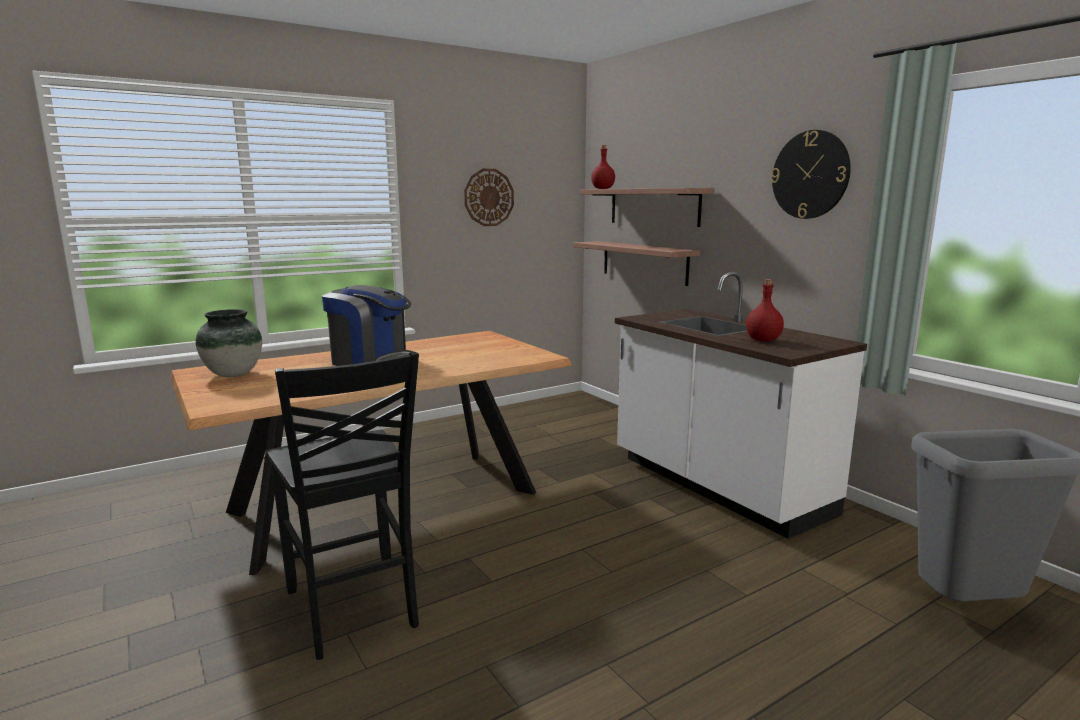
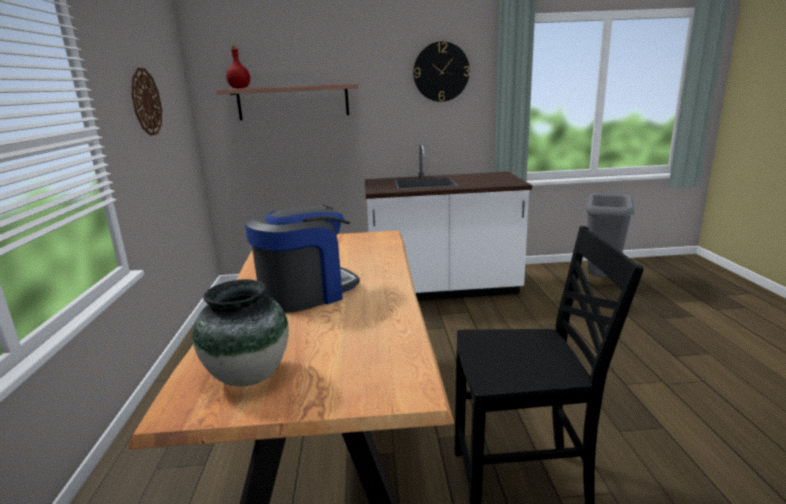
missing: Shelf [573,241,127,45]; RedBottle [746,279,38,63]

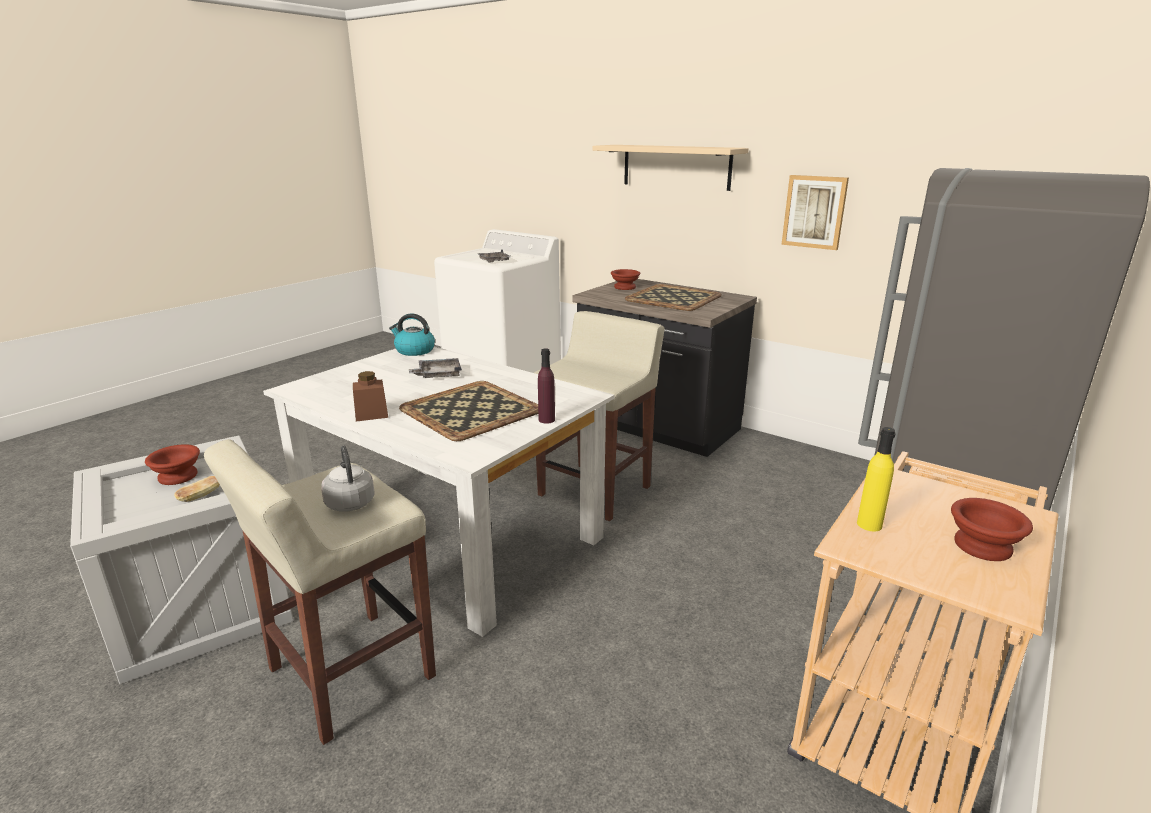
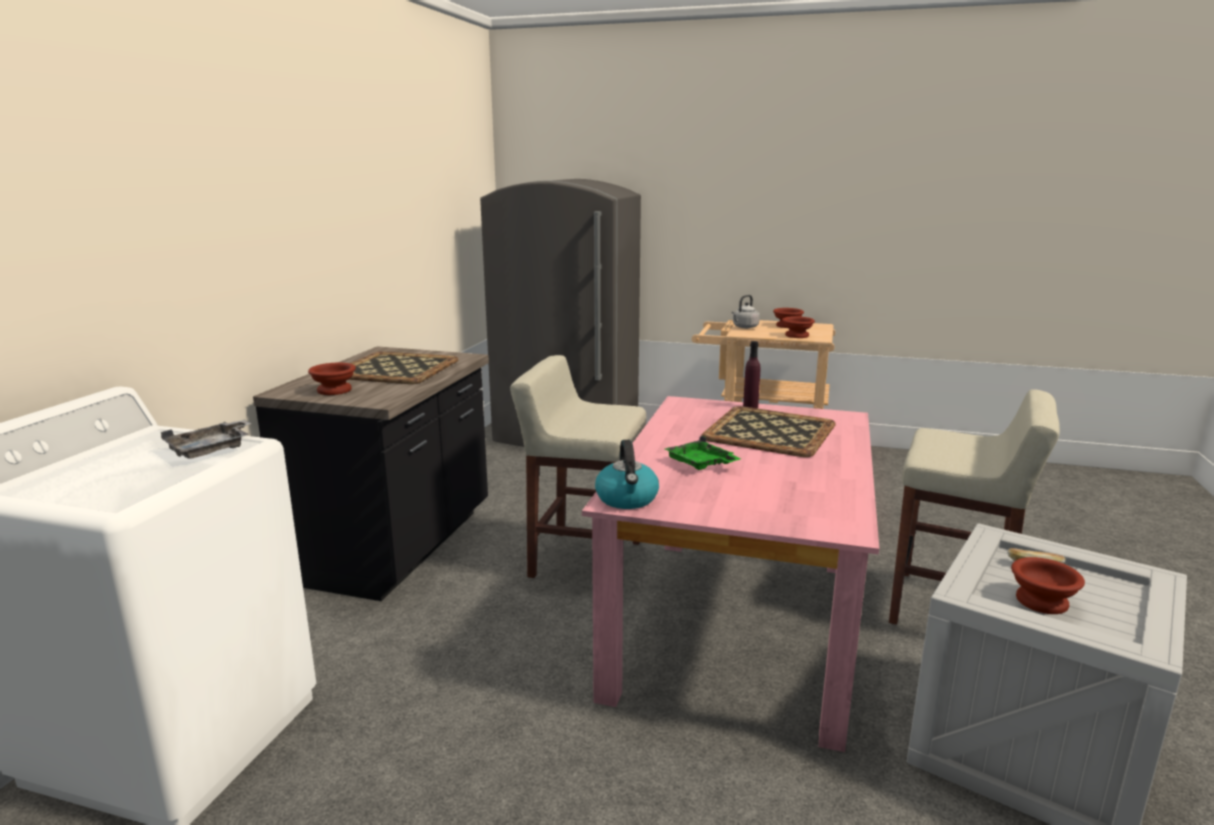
missing: BeigeShelf [593,145,156,46]; Picture [781,175,68,75]; BrownJar [353,371,35,51]
relocated: GreyKettle [321,445,53,67] to [732,295,28,33]
exchanged: YellowBottle [857,427,39,104] to BrownBowl [782,316,33,22]
colour: WhiteDiningTable [263,347,351,290] to PinkDiningTable [582,396,297,356]; GreyTray [409,358,53,20] to GreenTray [665,436,76,34]

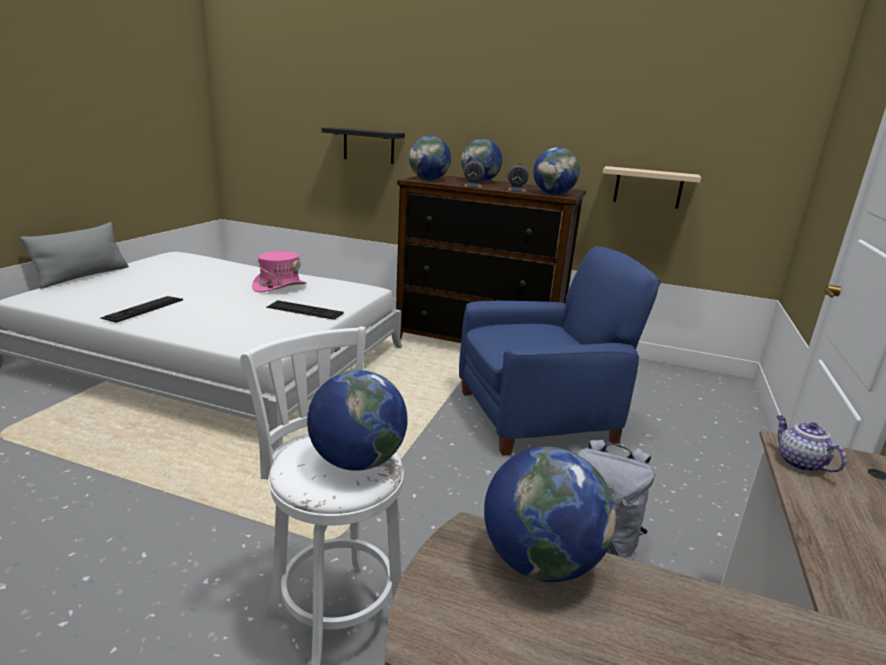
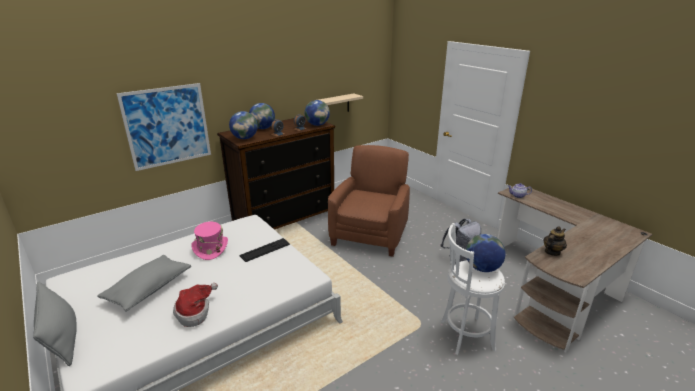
appeared: GreyPillow [97,255,94,57]
exchanged: BlackShelf [322,127,83,37] to Picture [117,83,94,88]; Keyboard [100,296,83,27] to Hat [173,283,45,44]; Globe [484,447,132,135] to Teapot [543,226,24,30]
colour: BlueArmchair [459,246,201,210] to BrownArmchair [328,145,82,112]

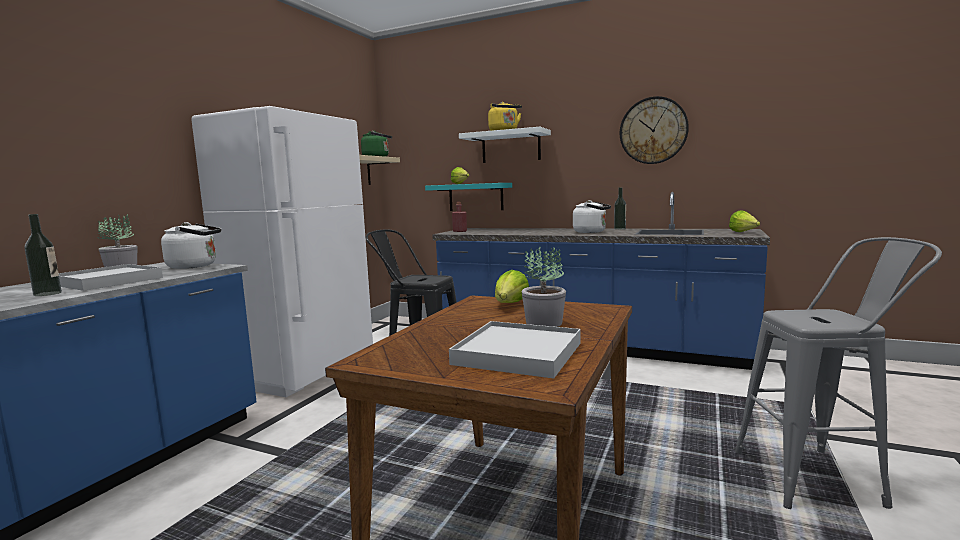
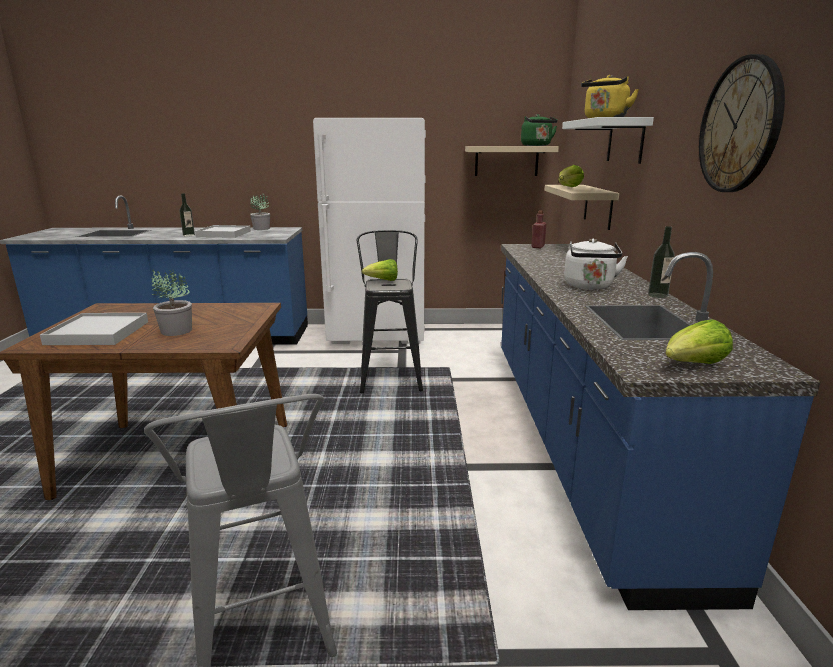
missing: WhiteKettle [161,222,60,47]
relocated: Lettuce [495,270,34,33] to [361,259,37,22]
colour: TurquoiseShelf [425,183,87,28] to BeigeShelf [544,185,75,45]

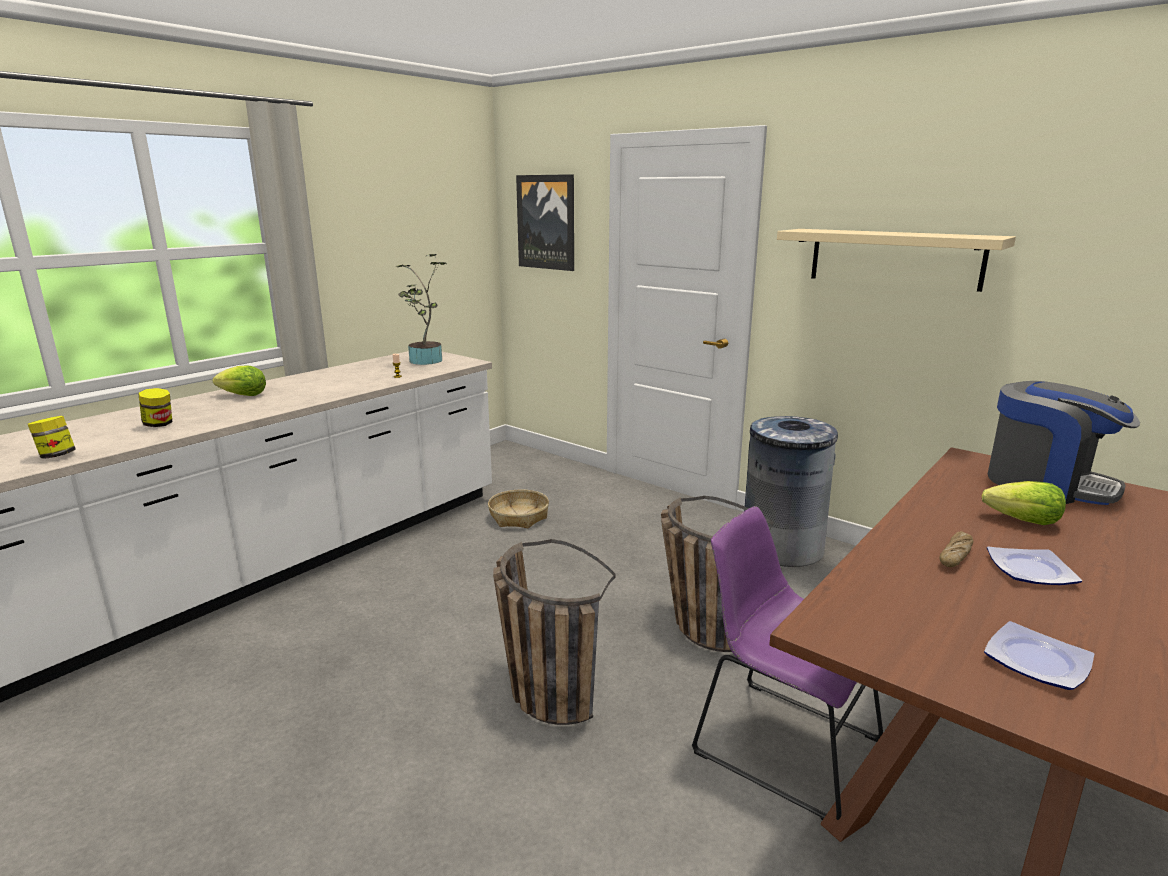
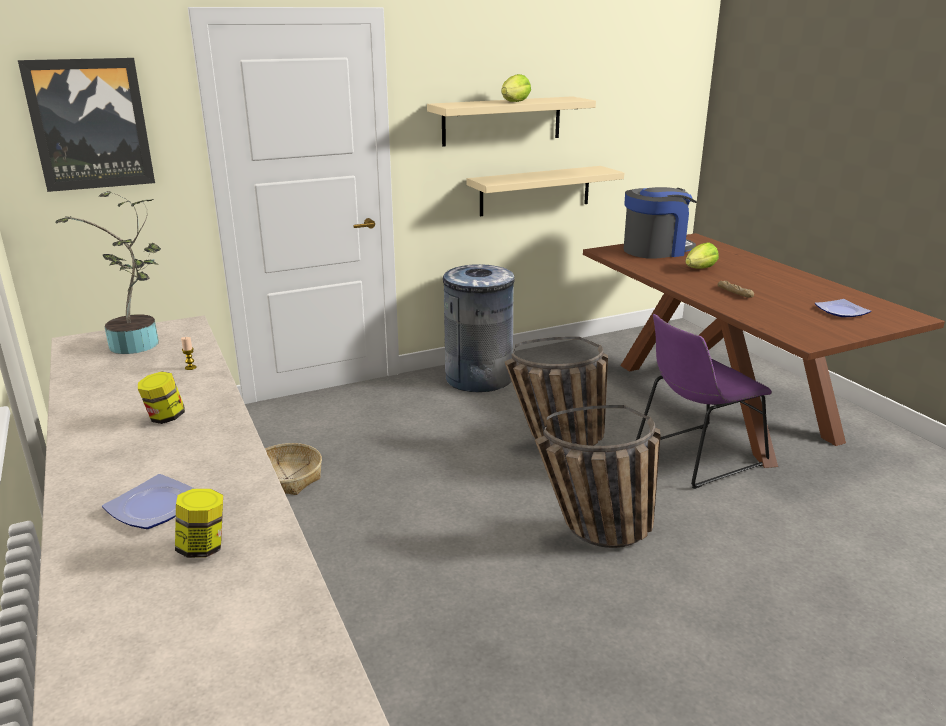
appeared: BeigeShelf [466,166,158,50]
relocated: Lettuce [212,365,54,31] to [501,74,30,28]; Jar [28,416,48,43] to [138,371,47,53]; Plate [987,547,95,38] to [102,474,93,55]

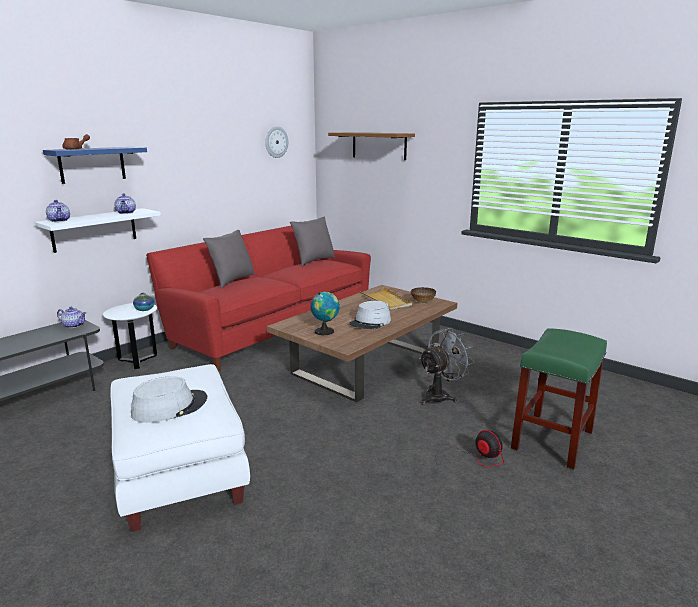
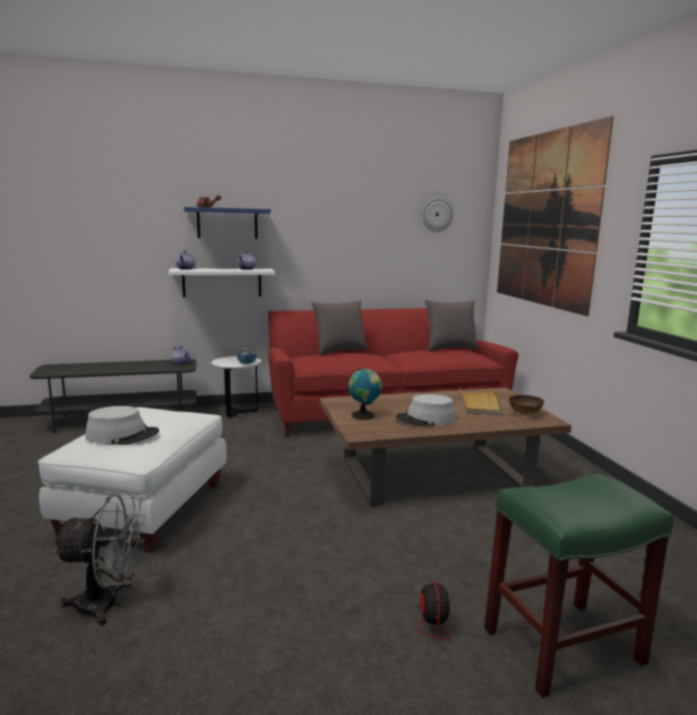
relocated: GreyFan [419,328,56,77] to [52,494,93,132]
exchanged: BrownShelf [328,132,87,28] to Picture [497,116,117,200]

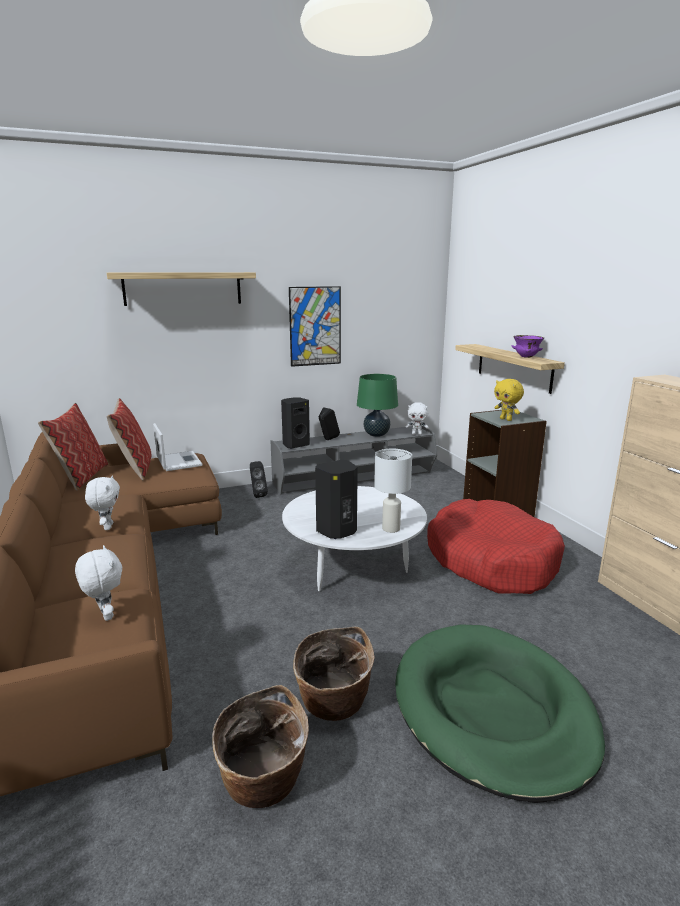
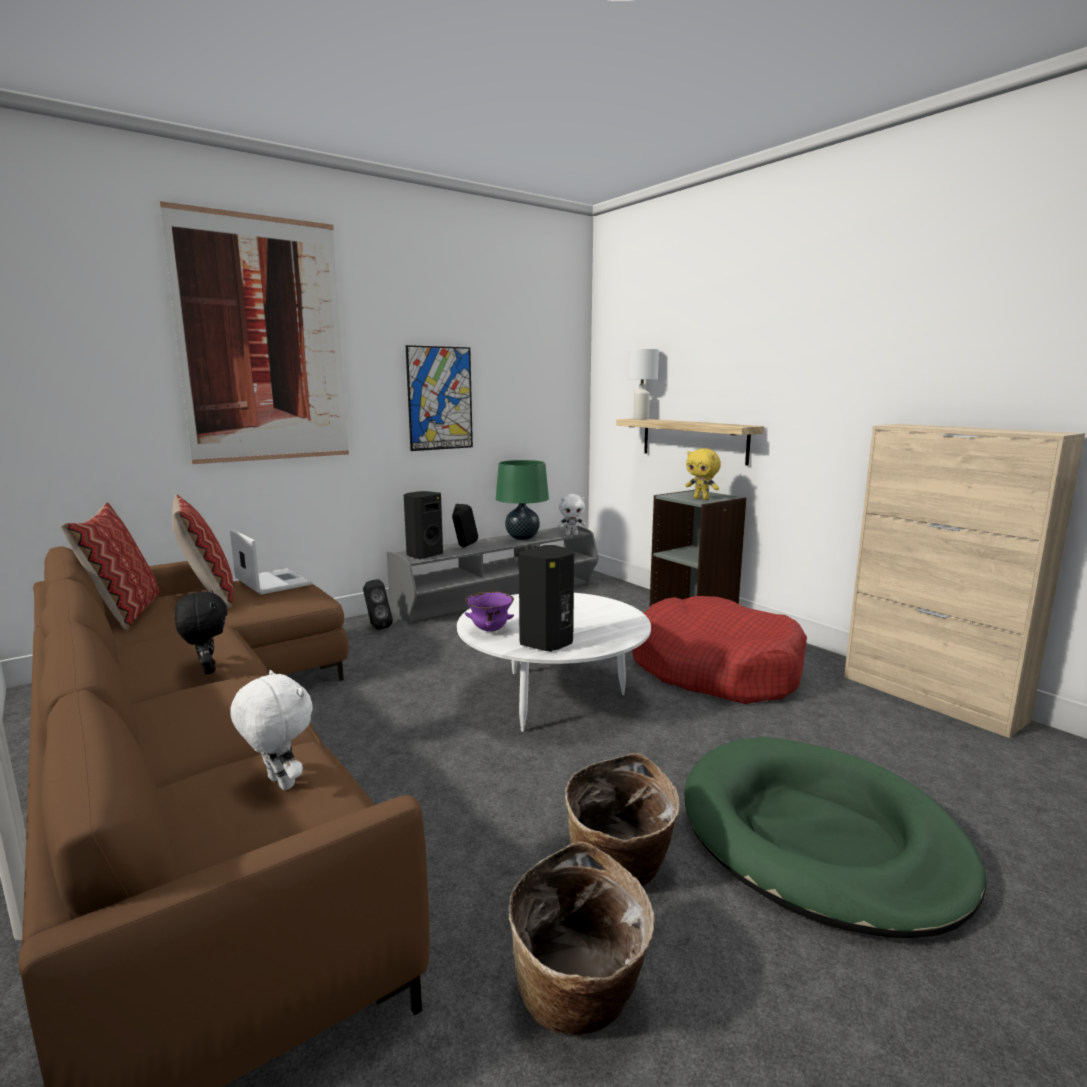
relocated: PurpleBowl [512,335,32,23] to [465,592,49,40]; WhiteTableLamp [374,449,38,84] to [627,349,32,71]
exchanged: Shelf [107,272,149,34] to Picture [160,201,189,263]
colour: WhitePlushToy [85,476,35,54] to BlackPlushToy [175,590,52,84]

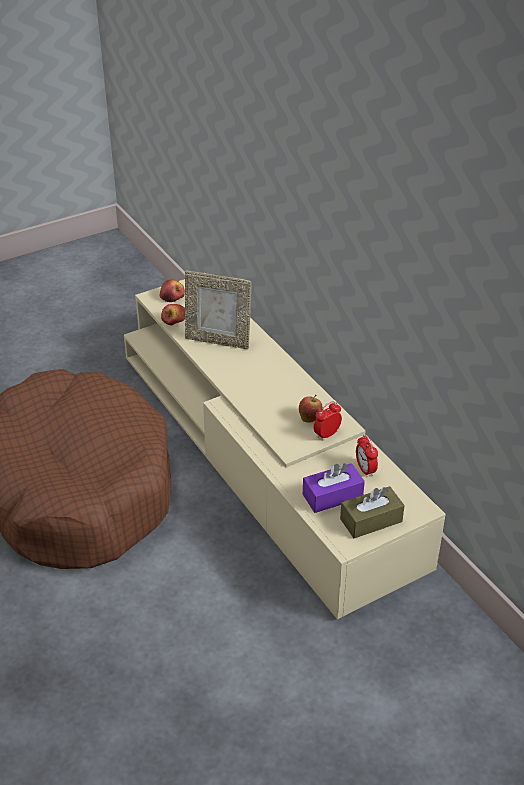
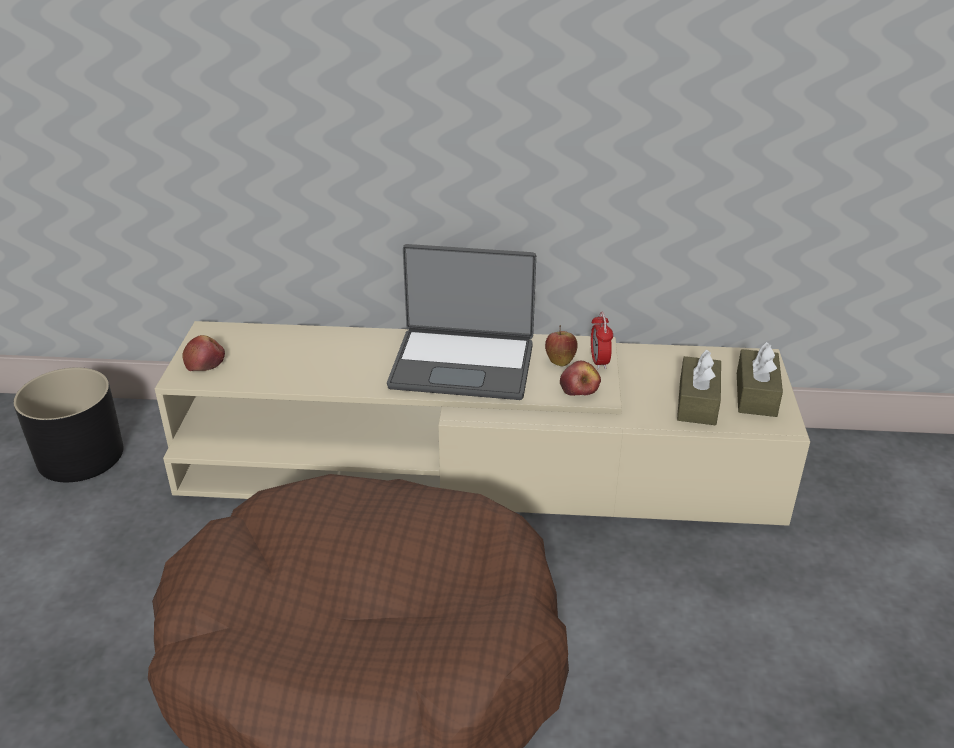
missing: PictureFrame [185,270,67,80]; AlarmClock [356,435,22,42]
appeared: Laptop [387,244,149,156]; BlackPlanter [13,367,110,115]
relocated: Apple [161,304,24,22] to [560,361,41,35]
colour: PurpleTissueBox [303,463,62,50] to BrownTissueBox [677,349,44,76]

